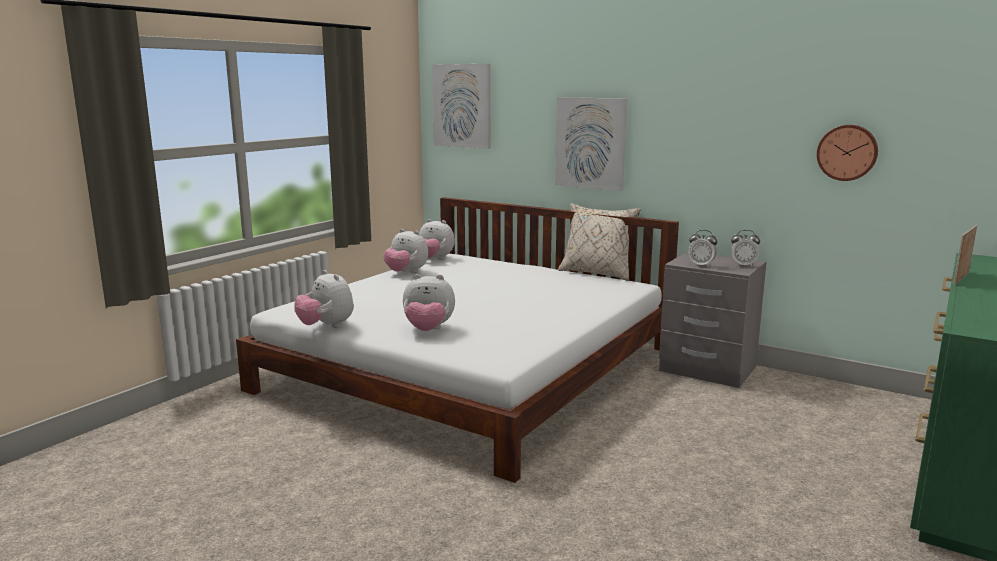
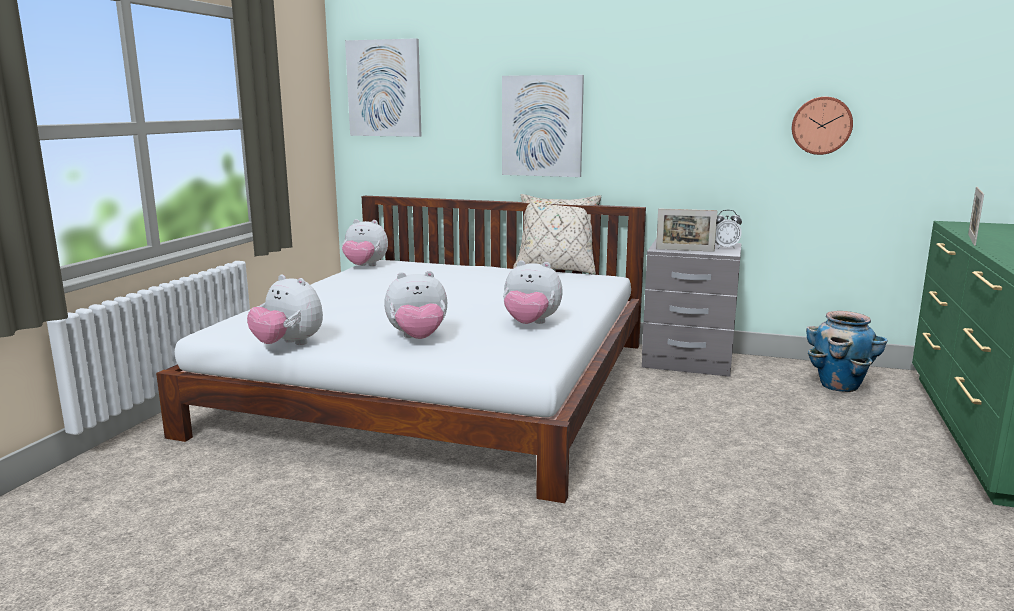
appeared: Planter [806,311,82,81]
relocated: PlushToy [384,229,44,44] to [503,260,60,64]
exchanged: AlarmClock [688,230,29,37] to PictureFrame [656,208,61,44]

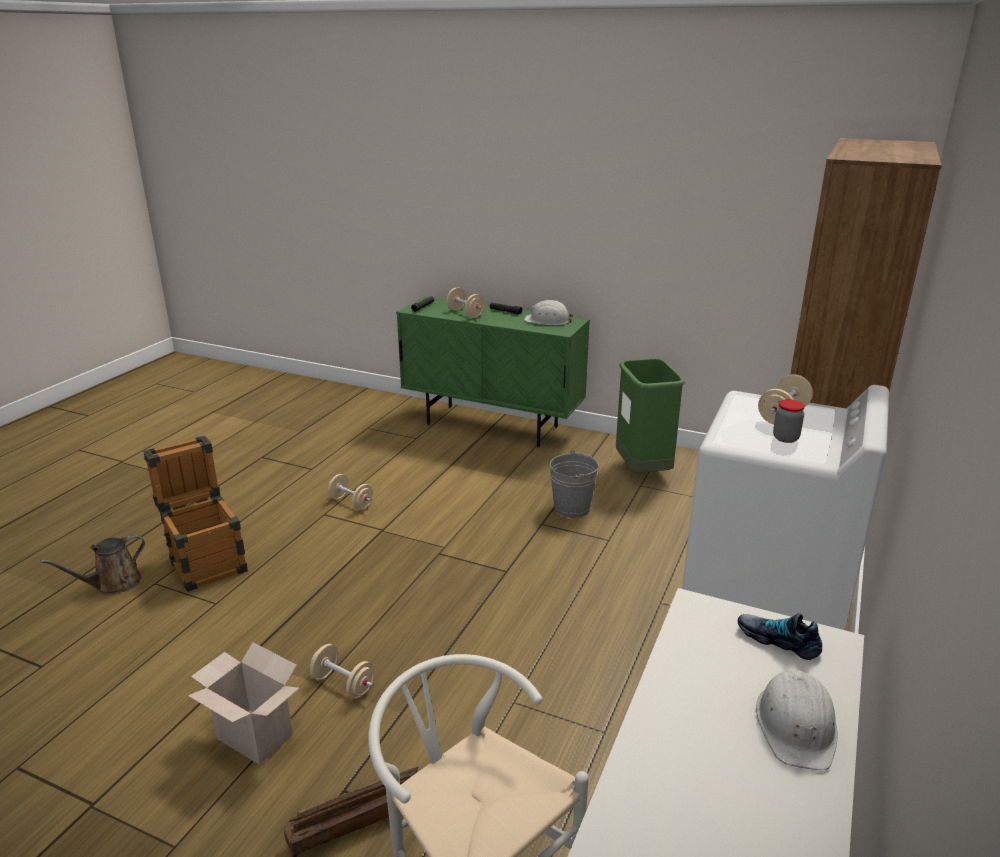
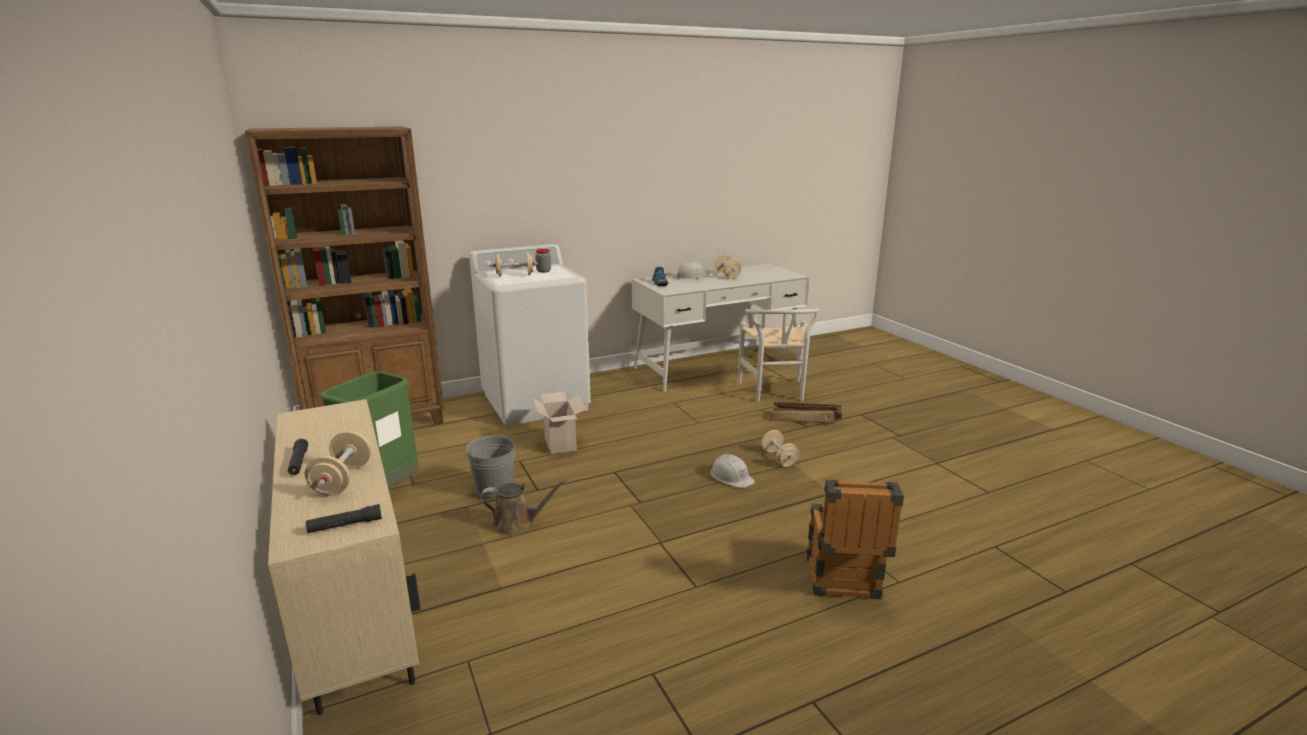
relocated: WhiteHardHat [524,300,49,25] to [710,454,45,34]; BeigeDumbbell [328,474,45,36] to [715,255,26,24]; BrownWateringCan [40,534,105,60] to [480,479,87,57]; CardboardBox [188,642,111,123] to [532,391,55,63]
colour: GreenCabinet [396,297,194,151] to BeigeCabinet [268,399,153,316]

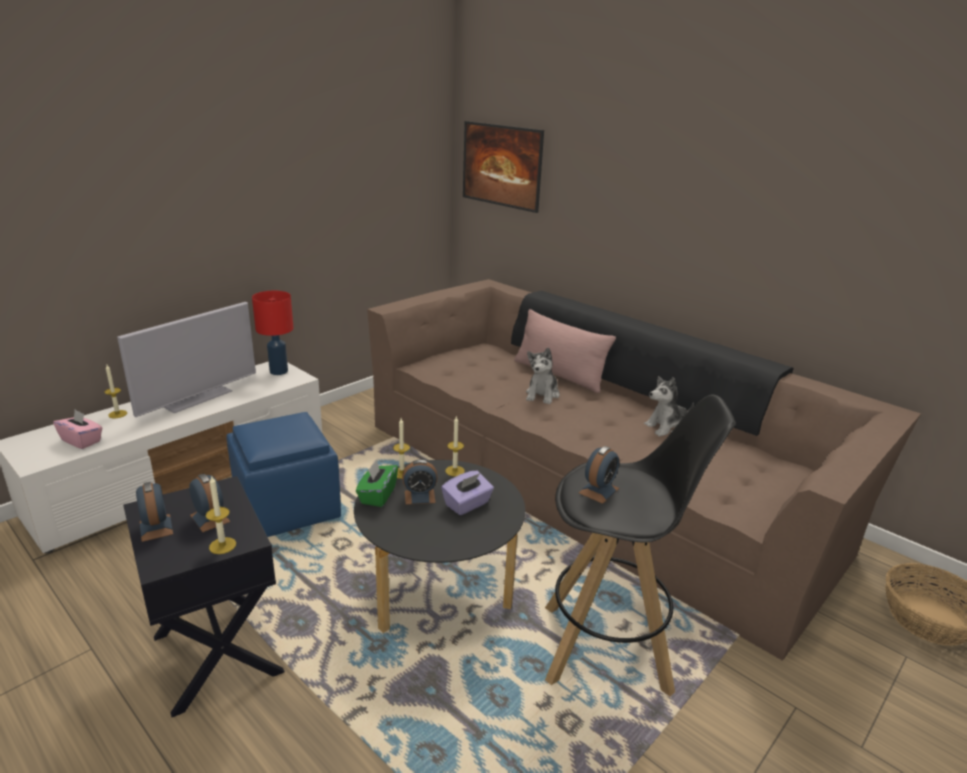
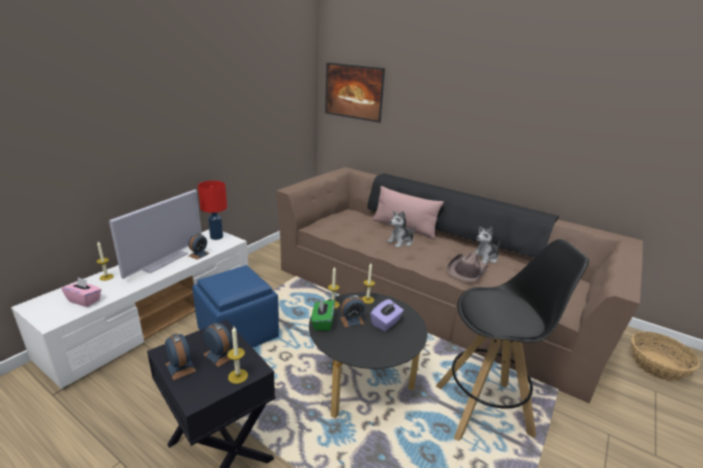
appeared: BrownHat [446,251,43,31]
relocated: AlarmClock [579,446,40,58] to [188,233,22,27]
spun: PlushToy [526,347,34,57] = [387,211,29,37] 45 degrees clockwise

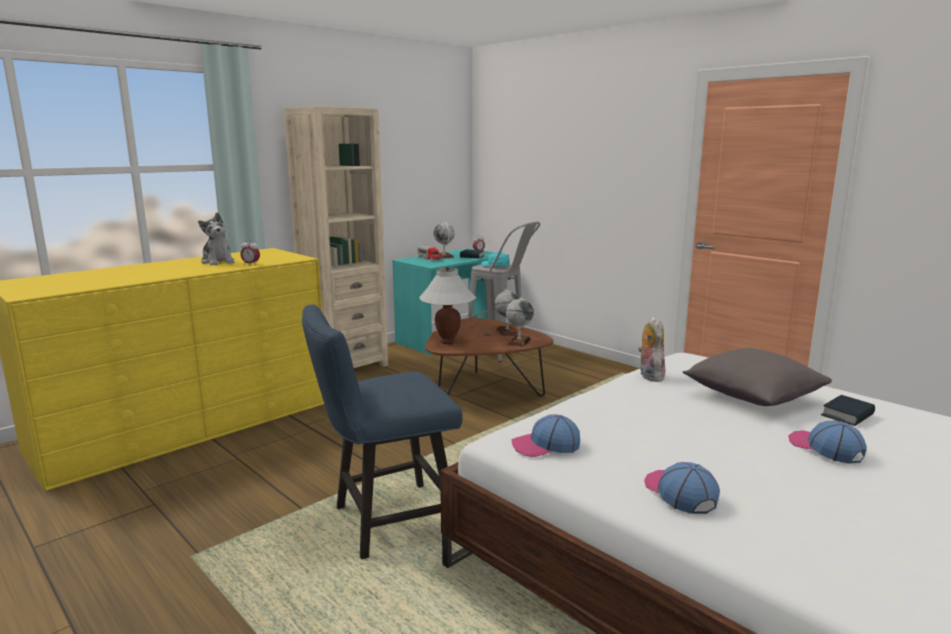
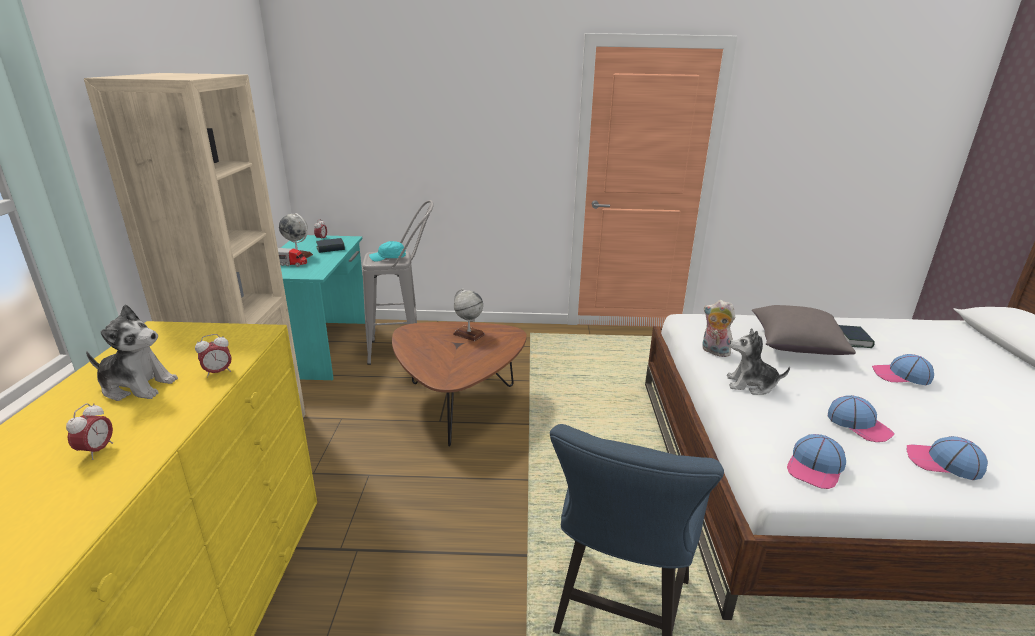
missing: WhiteTableLamp [419,267,57,77]; Globe [506,296,28,51]
appeared: PlushToy [727,328,63,67]; Cap [828,395,67,47]; AlarmClock [66,403,47,57]

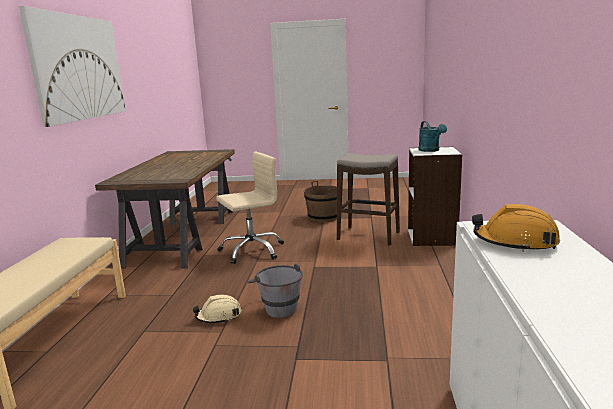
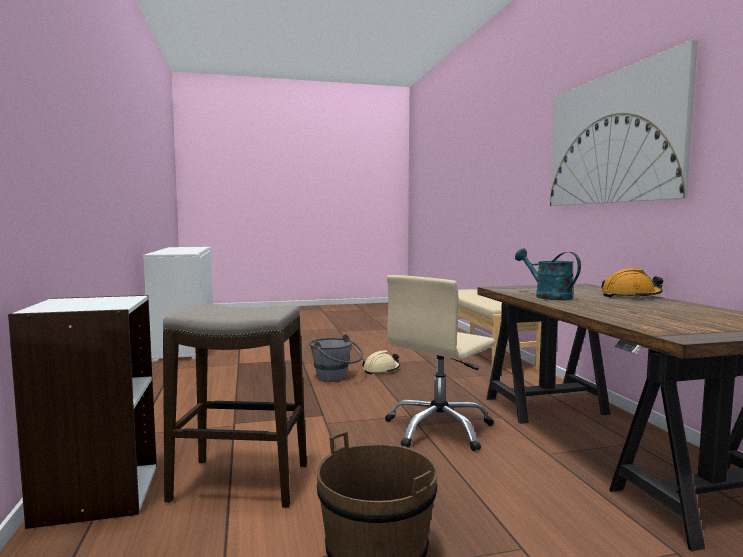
relocated: TurquoiseWateringCan [419,121,28,31] to [515,248,66,52]; OrangeHardHat [472,204,88,48] to [602,268,61,30]

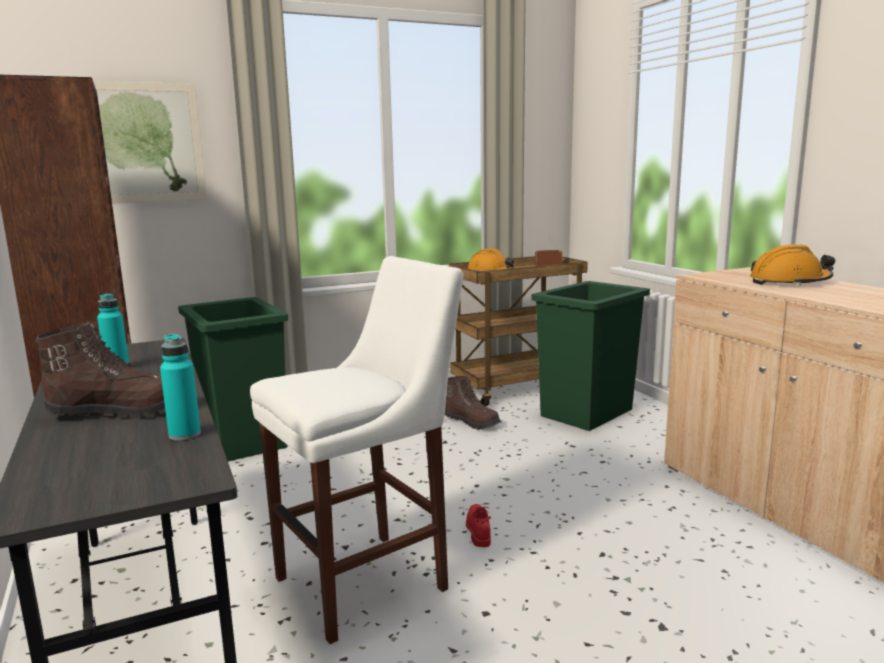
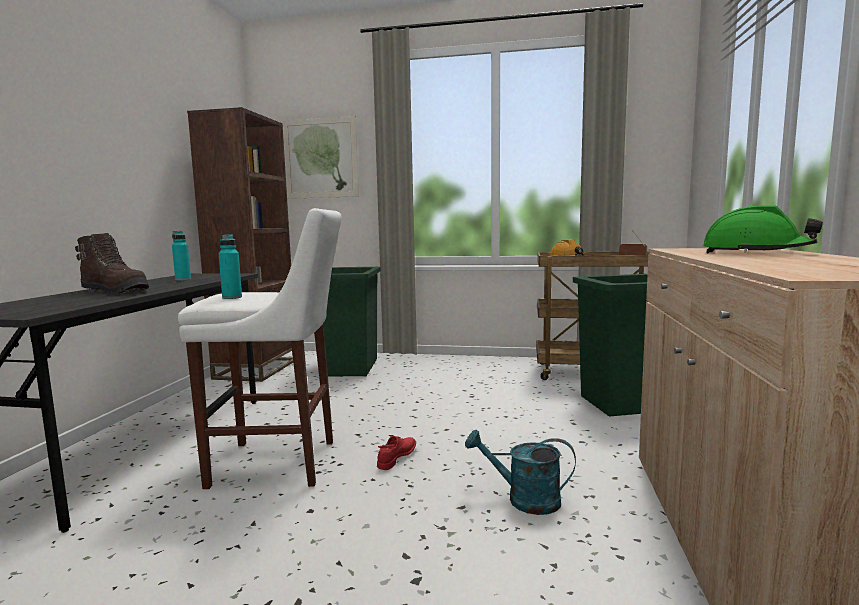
missing: BrownBoot [445,376,55,54]
appeared: TurquoiseWateringCan [465,430,111,85]
relocated: TurquoiseBottle [160,334,41,107] to [219,234,23,65]
colour: OrangeHardHat [750,244,85,41] to GreenHardHat [703,205,120,49]

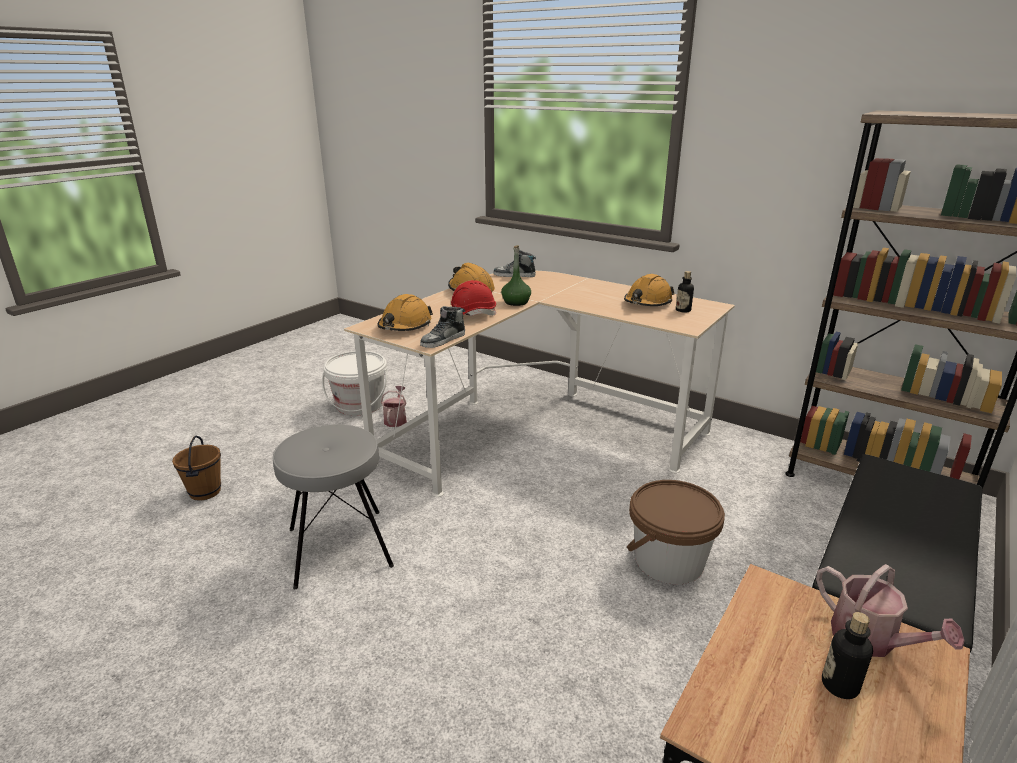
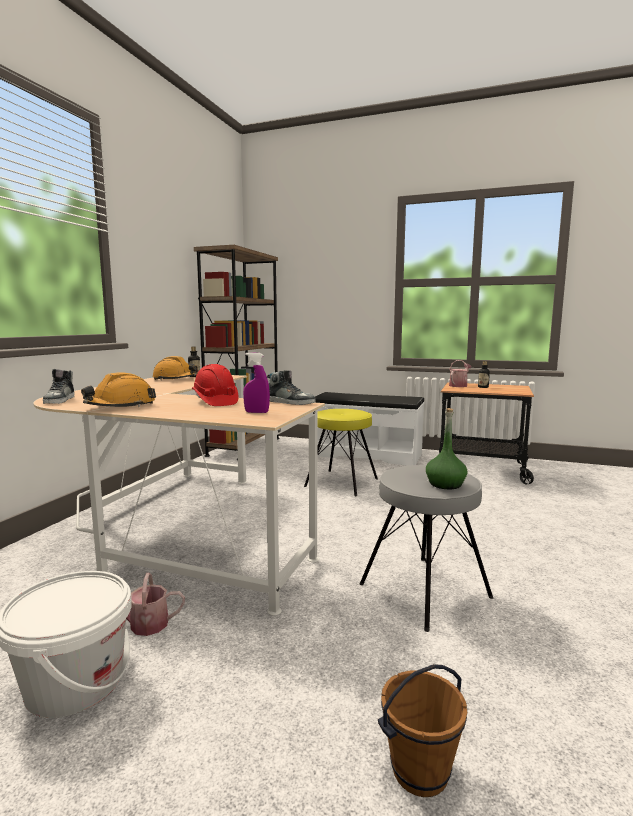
relocated: GreenBottle [501,245,30,61] to [426,408,42,81]
exchanged: OrangeHardHat [377,294,56,37] to PurpleSprayBottle [243,352,27,61]; BrownBucket [627,480,98,104] to YellowStool [304,409,74,87]

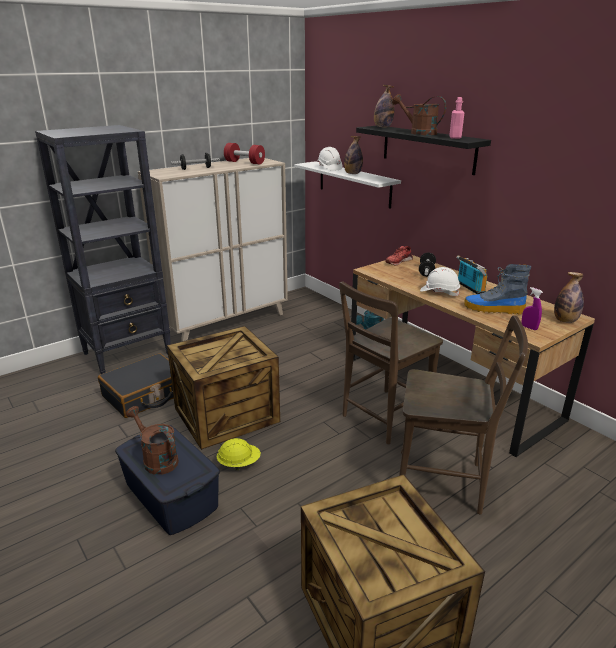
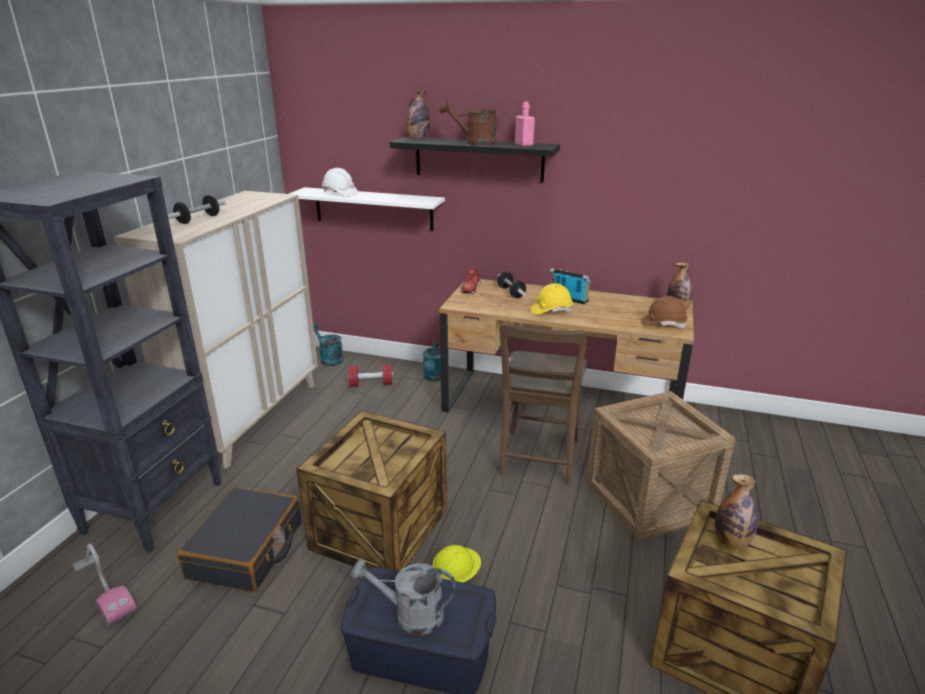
missing: Boot [464,264,67,50]
appeared: TurquoiseWateringCan [313,323,31,43]; VacuumCleaner [73,544,64,81]
relocated: Bottle [344,136,19,38] to [715,474,43,75]; RedDumbbell [224,143,41,21] to [348,364,45,23]
exchanged: PurpleSprayBottle [522,287,21,43] to BrownHardHat [641,296,46,32]; BrownChair [399,315,129,200] to Crate [587,391,149,150]
colour: WhiteHardHat [420,267,40,29] to YellowHardHat [531,283,42,32]; BrownWateringCan [126,406,53,69] to GreyWateringCan [351,559,105,76]

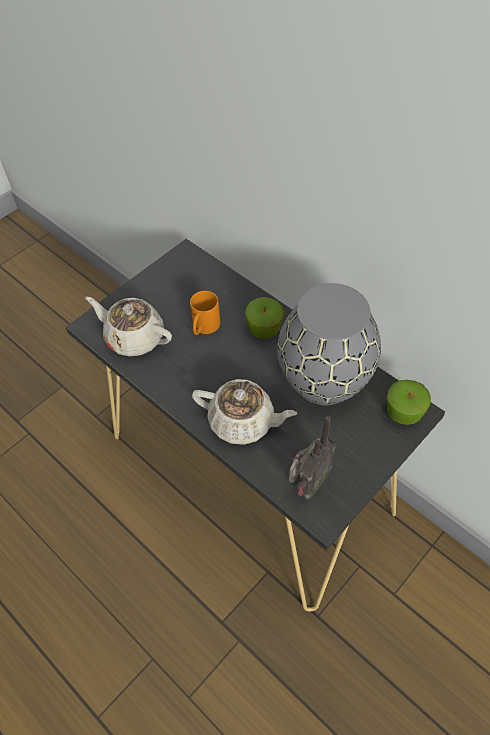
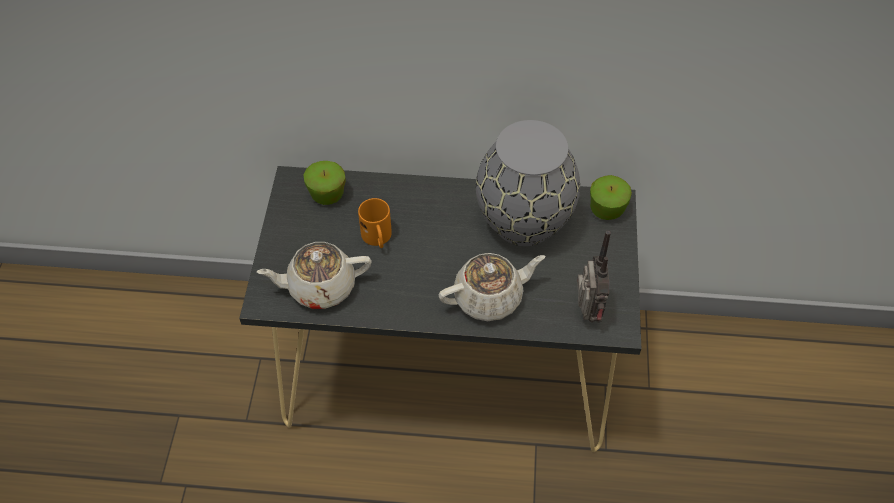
relocated: Apple [245,297,39,42] to [304,161,42,44]

